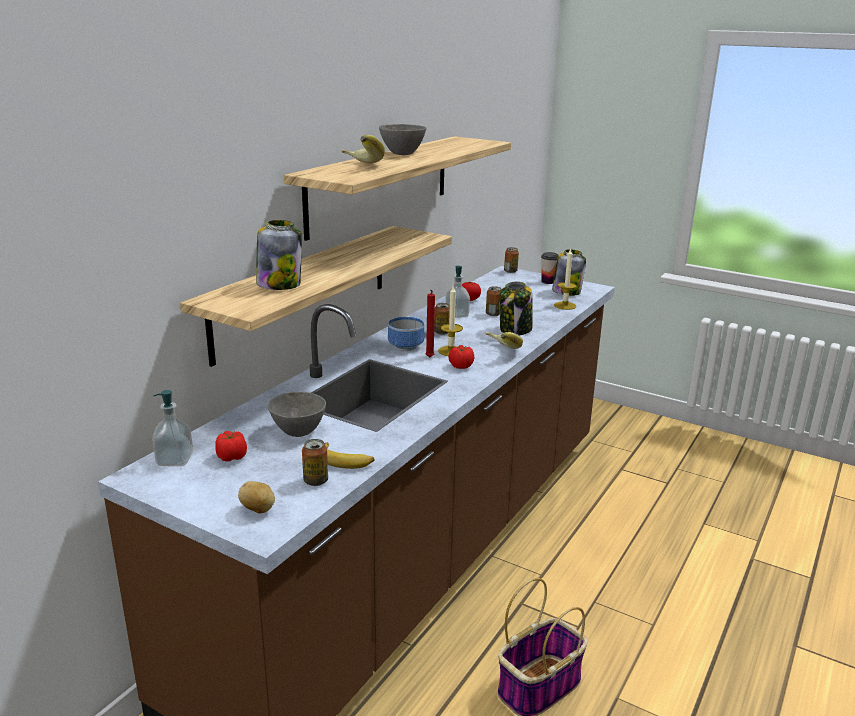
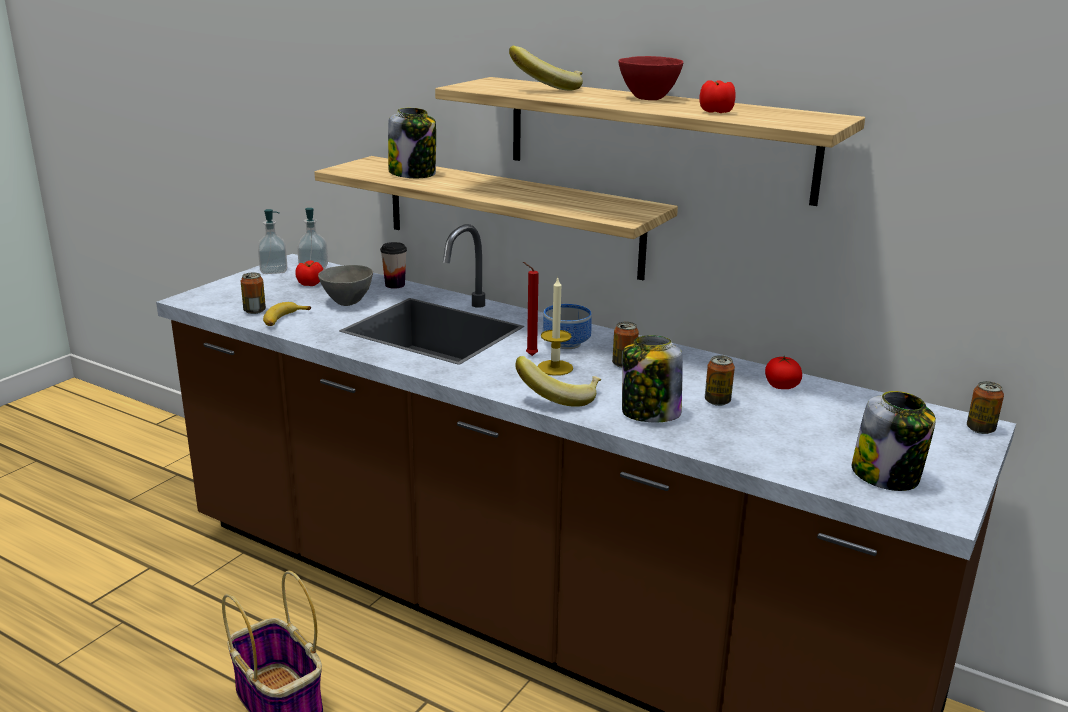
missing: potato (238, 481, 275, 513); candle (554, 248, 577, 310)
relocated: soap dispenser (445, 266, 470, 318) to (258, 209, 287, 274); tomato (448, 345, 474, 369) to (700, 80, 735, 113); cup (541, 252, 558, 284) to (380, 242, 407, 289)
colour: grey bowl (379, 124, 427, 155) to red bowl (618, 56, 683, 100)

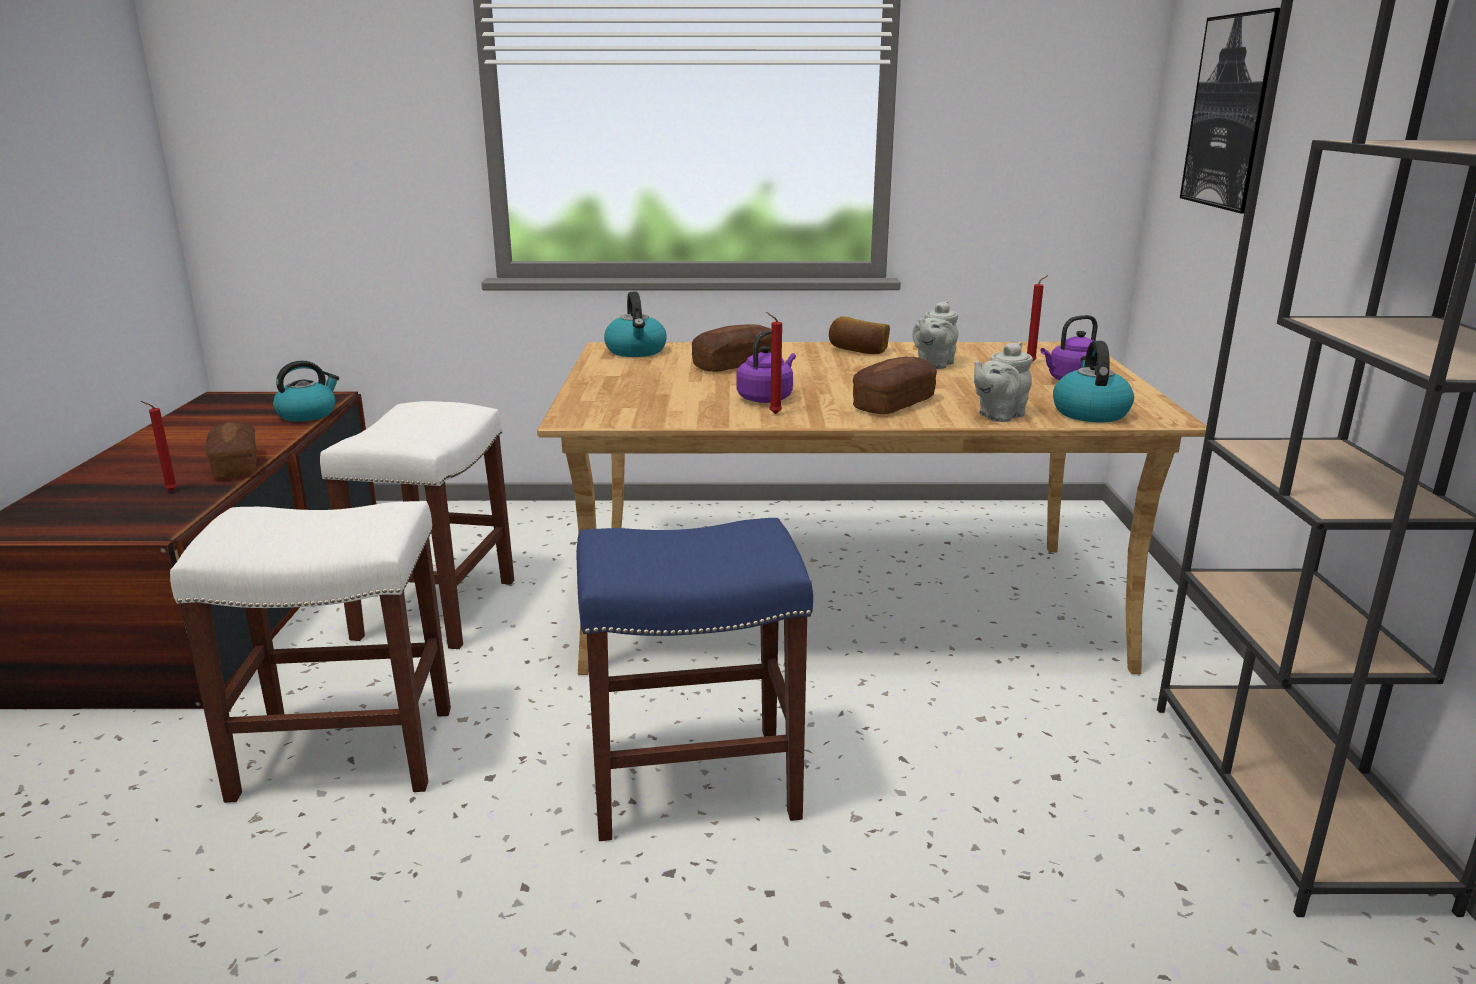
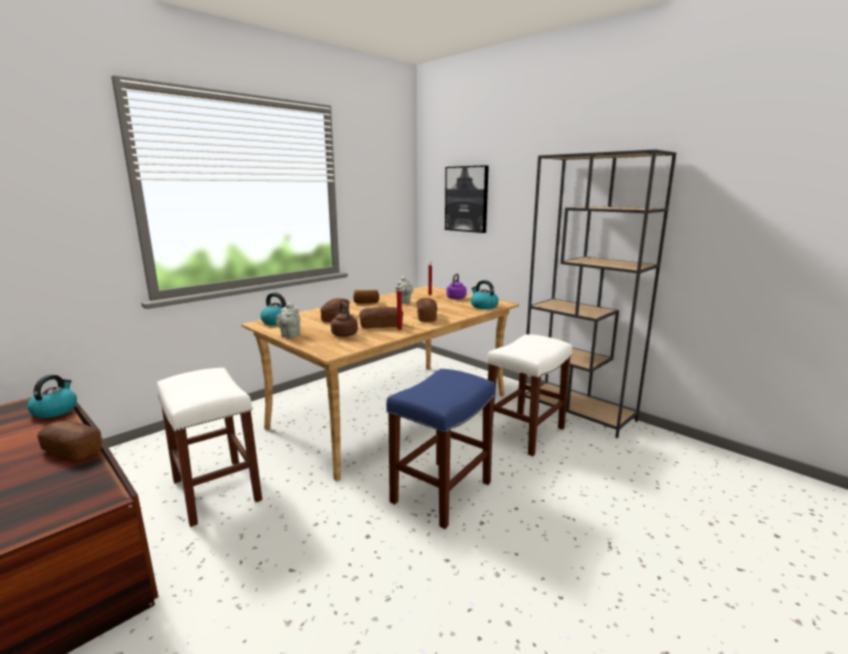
missing: red candle (141, 401, 178, 491)
appeared: brown kettle (331, 302, 358, 337)
relocated: white stool (170, 501, 451, 803) to (487, 334, 572, 456); grey teapot (974, 342, 1033, 422) to (276, 302, 300, 338)
exchanged: purple kettle (736, 330, 796, 403) to bread (359, 307, 403, 328)

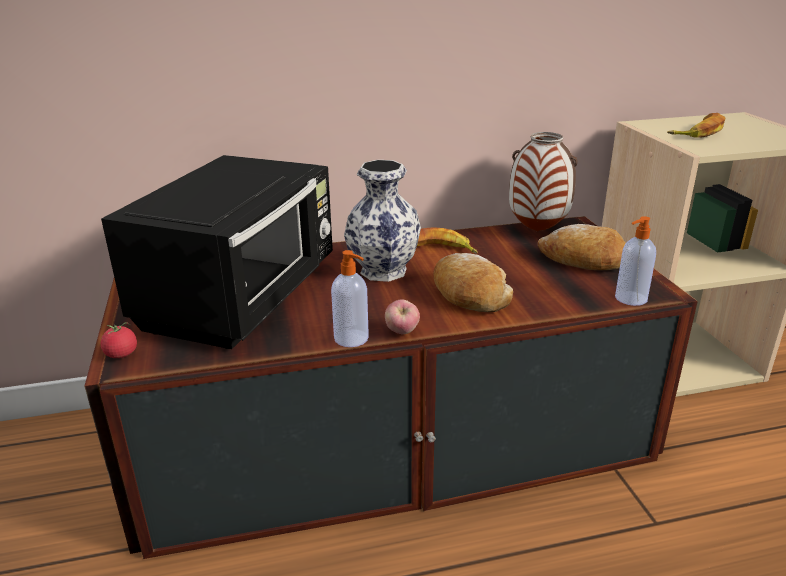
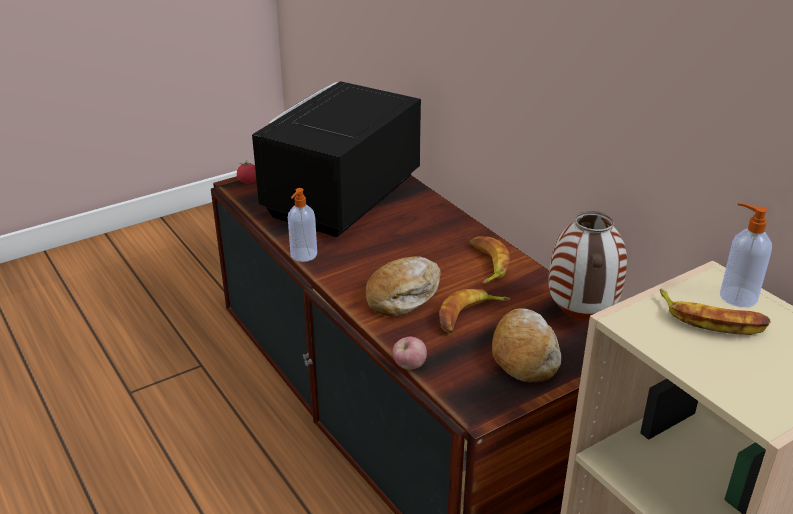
missing: vase (344, 160, 421, 282)
appeared: banana (439, 289, 510, 333)
relocated: apple (385, 299, 420, 334) to (392, 337, 427, 369); soap dispenser (615, 216, 656, 306) to (720, 203, 772, 307)
spun: black microwave (101, 155, 333, 349) = (252, 81, 421, 237) 120 degrees clockwise

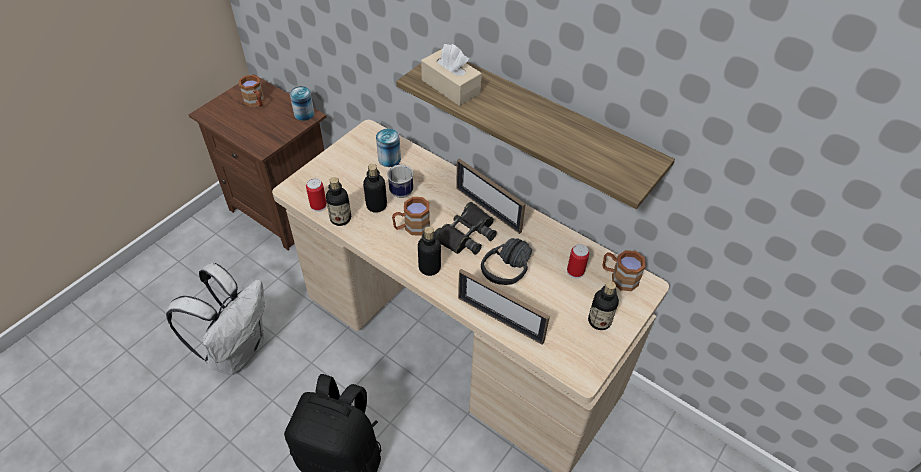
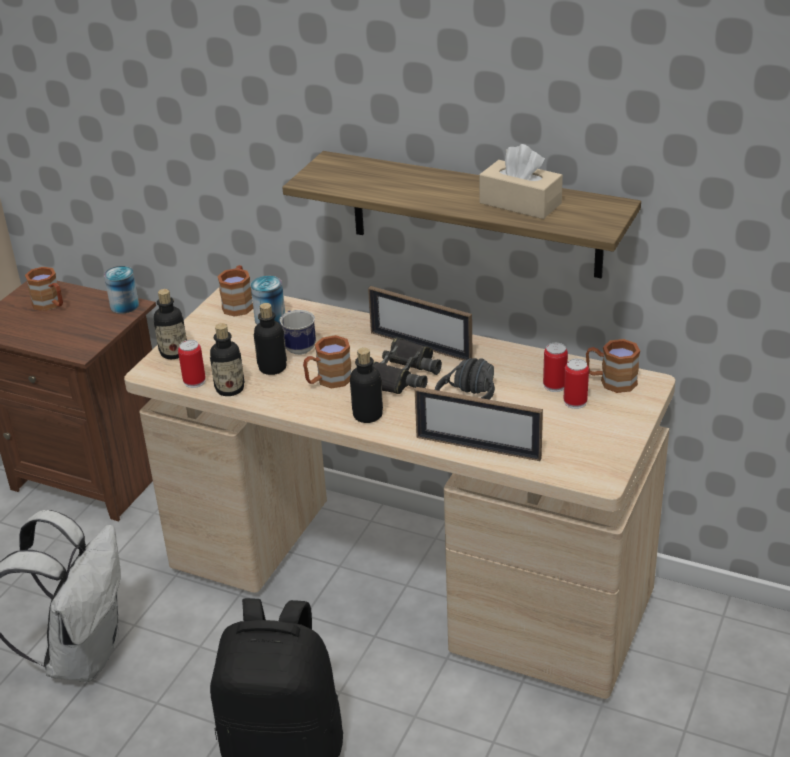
appeared: brown mug (217, 265, 253, 317); can (564, 358, 589, 409)
relocated: beige tissue box (421, 44, 482, 106) to (479, 144, 563, 219); bottle (588, 281, 619, 330) to (154, 289, 187, 359)

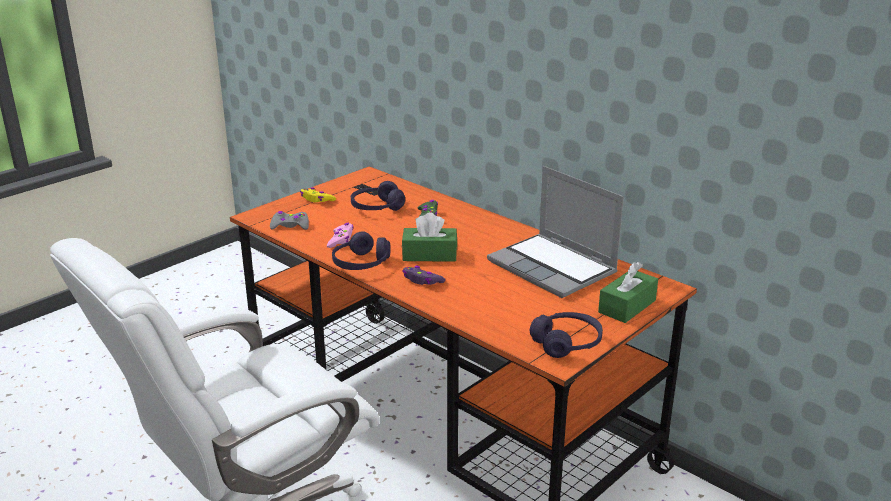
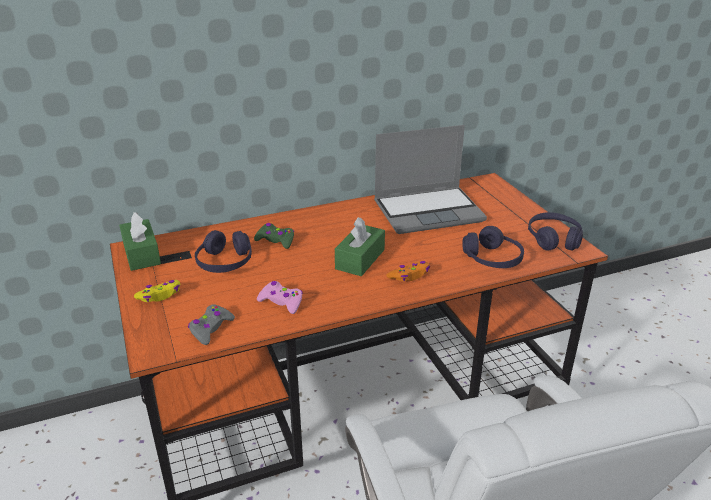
relocated: purple headphones (332, 231, 391, 270) to (462, 226, 524, 268); green tissue box (598, 262, 658, 323) to (119, 212, 161, 271)
colour: purple game controller (402, 266, 446, 285) to orange game controller (386, 261, 430, 281)

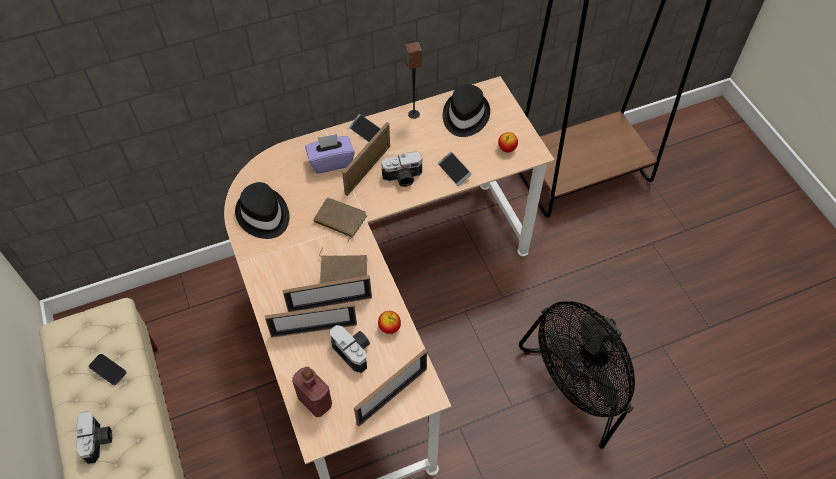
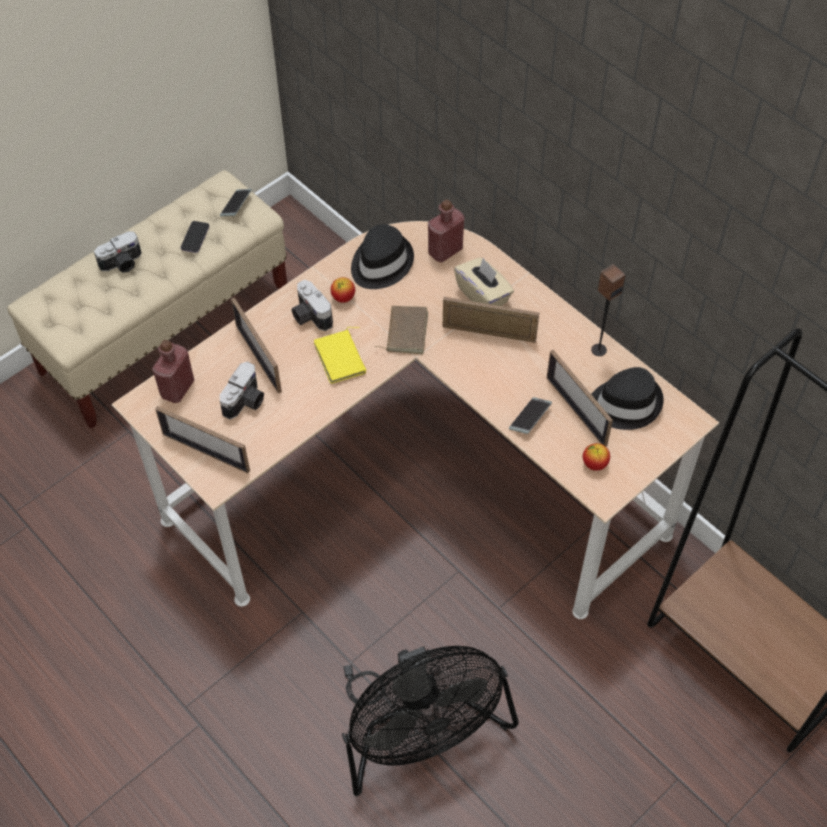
appeared: red bottle (428, 200, 464, 262)
relocated: picture frame (283, 275, 372, 312) to (547, 350, 613, 447); phone (349, 114, 381, 142) to (220, 189, 252, 216); apple (378, 311, 401, 334) to (331, 277, 355, 303); photo camera (381, 151, 422, 187) to (291, 279, 333, 331)
colour: purple tissue box (305, 134, 355, 174) to beige tissue box (454, 257, 514, 306); brown book (319, 247, 367, 284) to yellow book (314, 327, 366, 384)
spun: black fan (519, 301, 635, 449) = (342, 646, 519, 796) 150 degrees counterclockwise

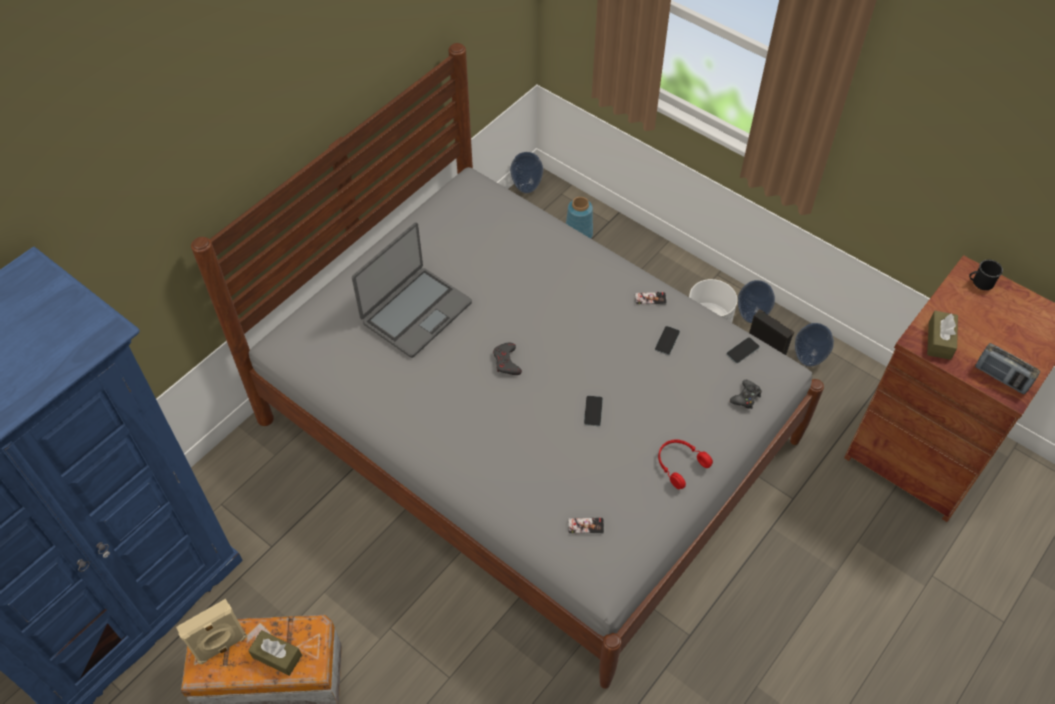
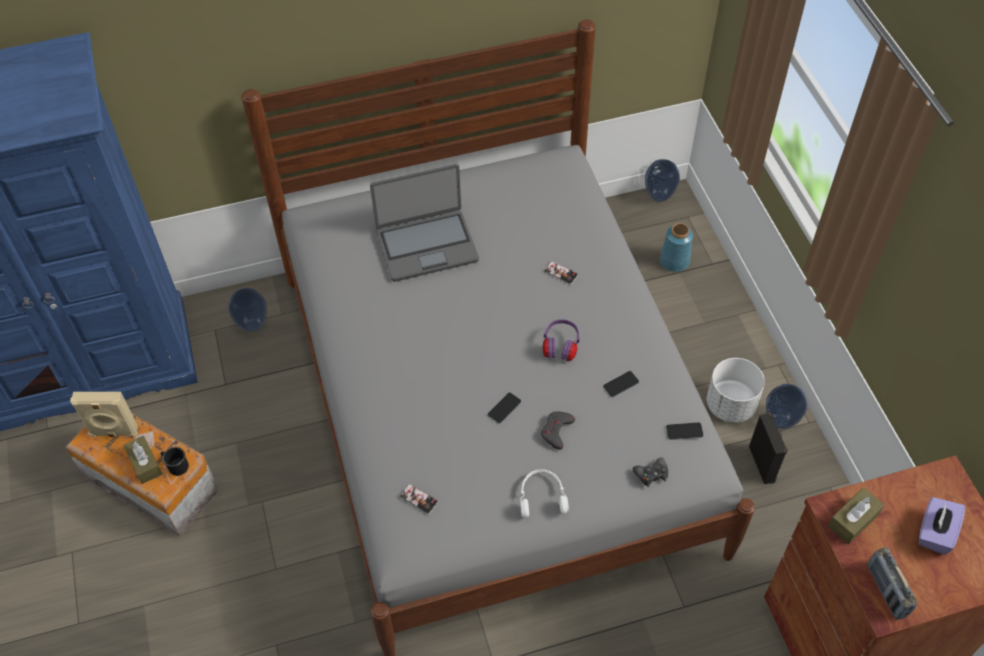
appeared: purple headphones (543, 319, 580, 361); purple tissue box (919, 497, 965, 555)
relocated: grey game controller (493, 343, 522, 375) to (541, 412, 575, 450); phone (634, 292, 667, 305) to (544, 261, 578, 285); vase (795, 323, 834, 367) to (228, 288, 267, 332); black mug (969, 259, 1003, 290) to (160, 447, 189, 476)
colour: red headphones (658, 440, 713, 489) to white headphones (520, 469, 569, 518)

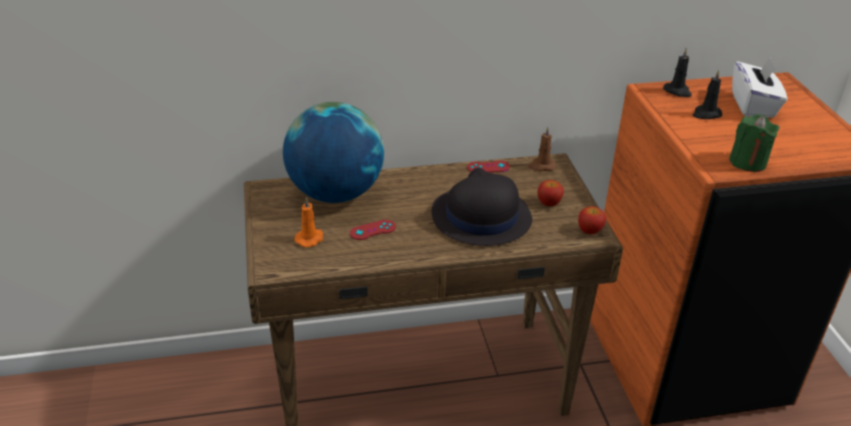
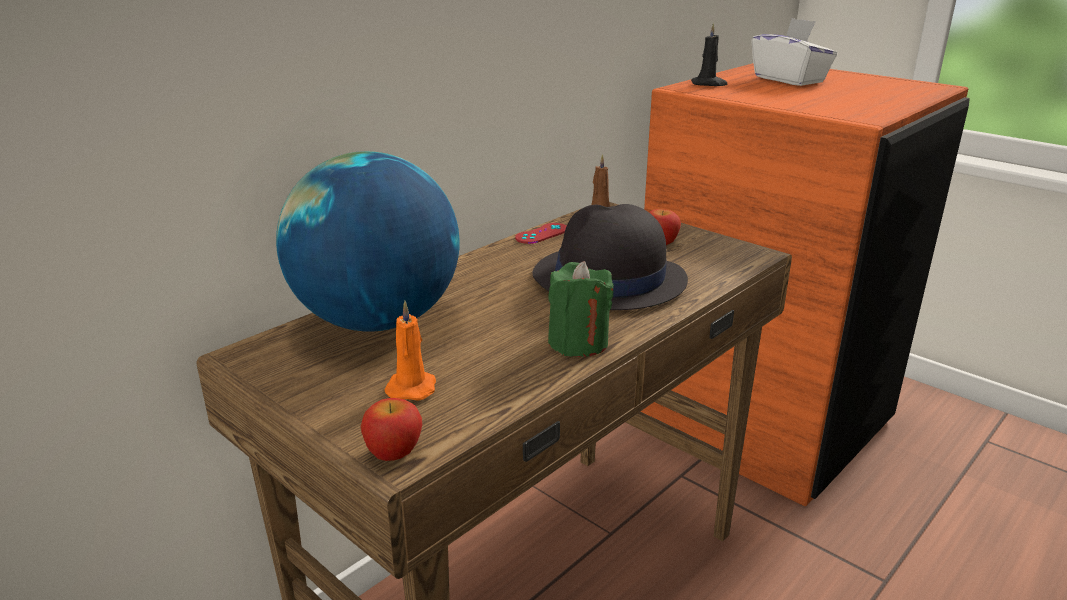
missing: red game controller (350, 220, 396, 240); black candle (693, 70, 722, 119)
relocated: apple (578, 206, 606, 234) to (361, 398, 422, 461); green candle (729, 114, 780, 172) to (548, 261, 614, 357)

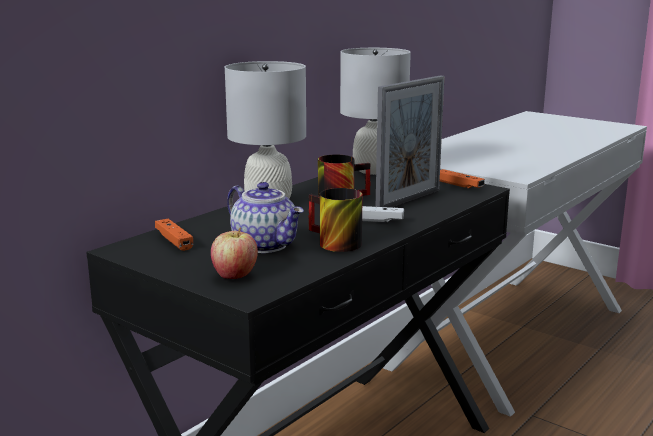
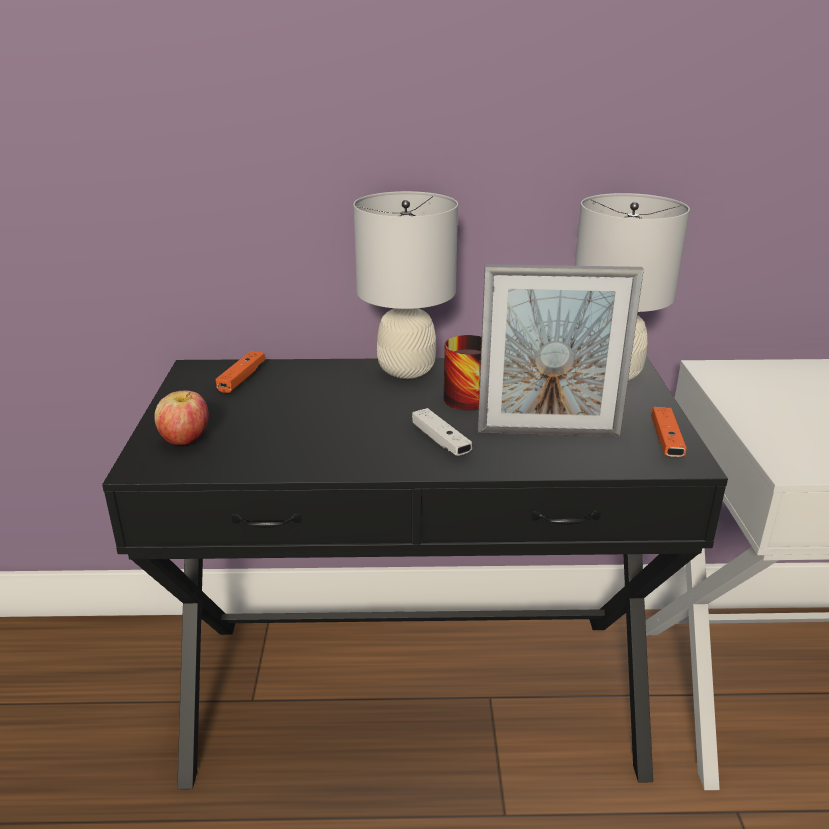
missing: teapot (227, 182, 304, 253); mug (309, 188, 363, 252)

